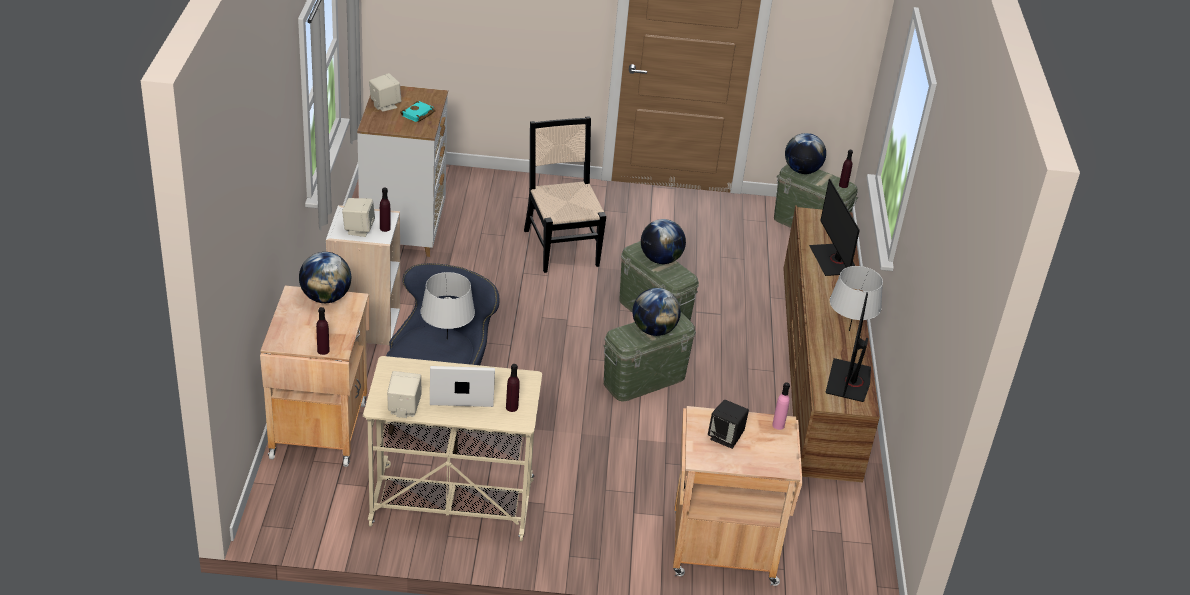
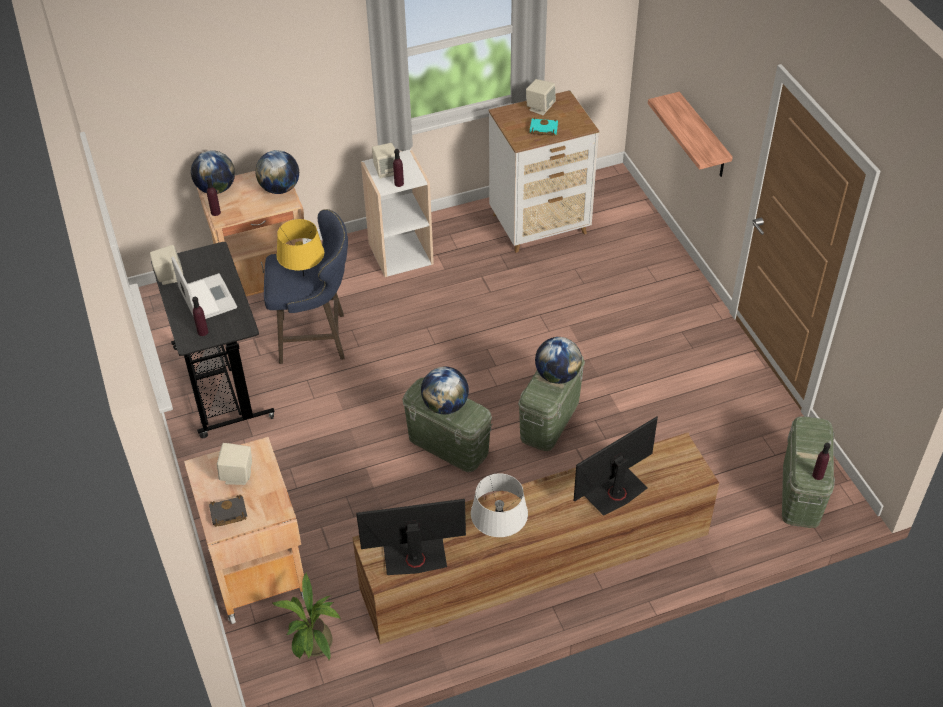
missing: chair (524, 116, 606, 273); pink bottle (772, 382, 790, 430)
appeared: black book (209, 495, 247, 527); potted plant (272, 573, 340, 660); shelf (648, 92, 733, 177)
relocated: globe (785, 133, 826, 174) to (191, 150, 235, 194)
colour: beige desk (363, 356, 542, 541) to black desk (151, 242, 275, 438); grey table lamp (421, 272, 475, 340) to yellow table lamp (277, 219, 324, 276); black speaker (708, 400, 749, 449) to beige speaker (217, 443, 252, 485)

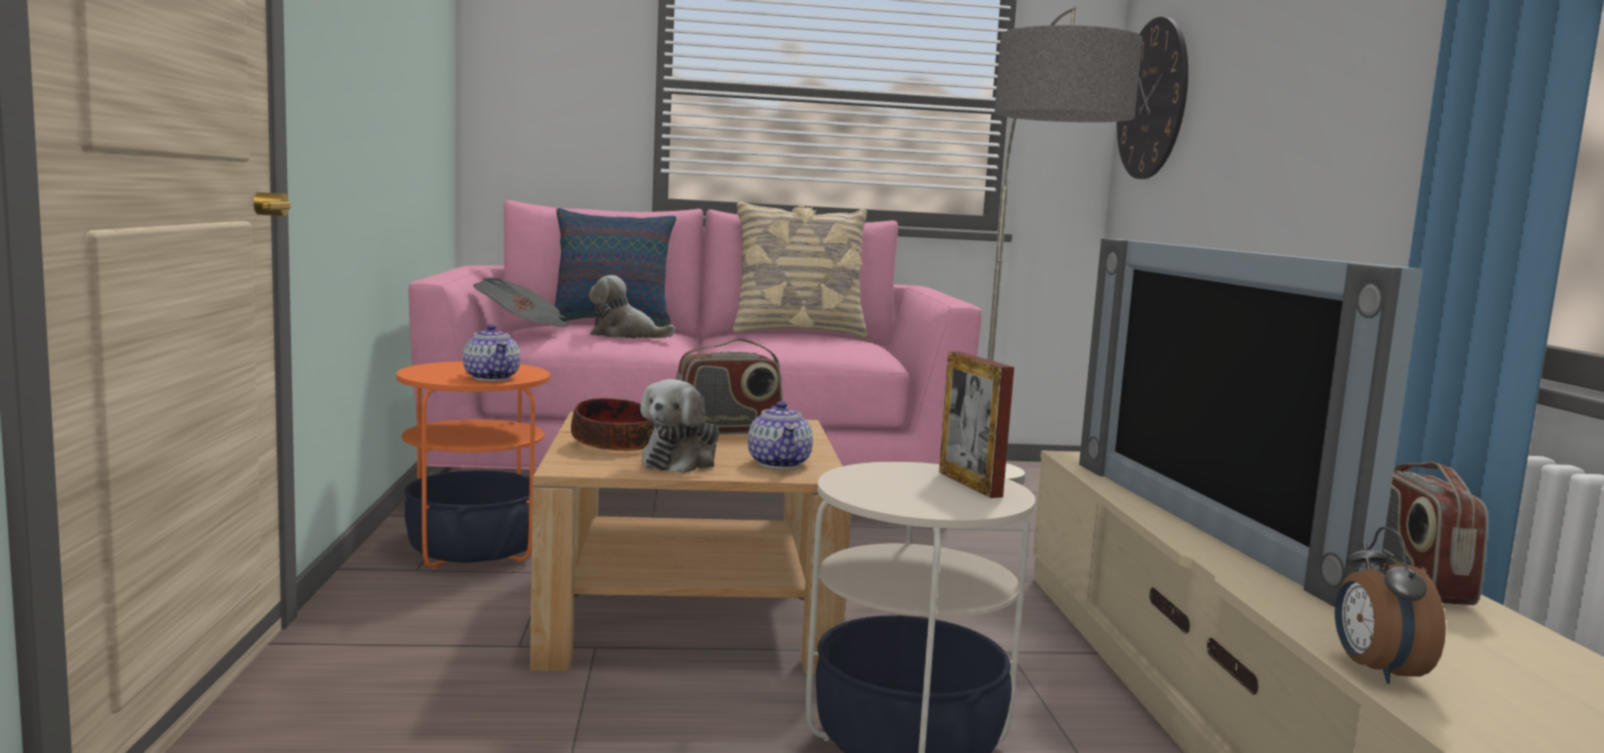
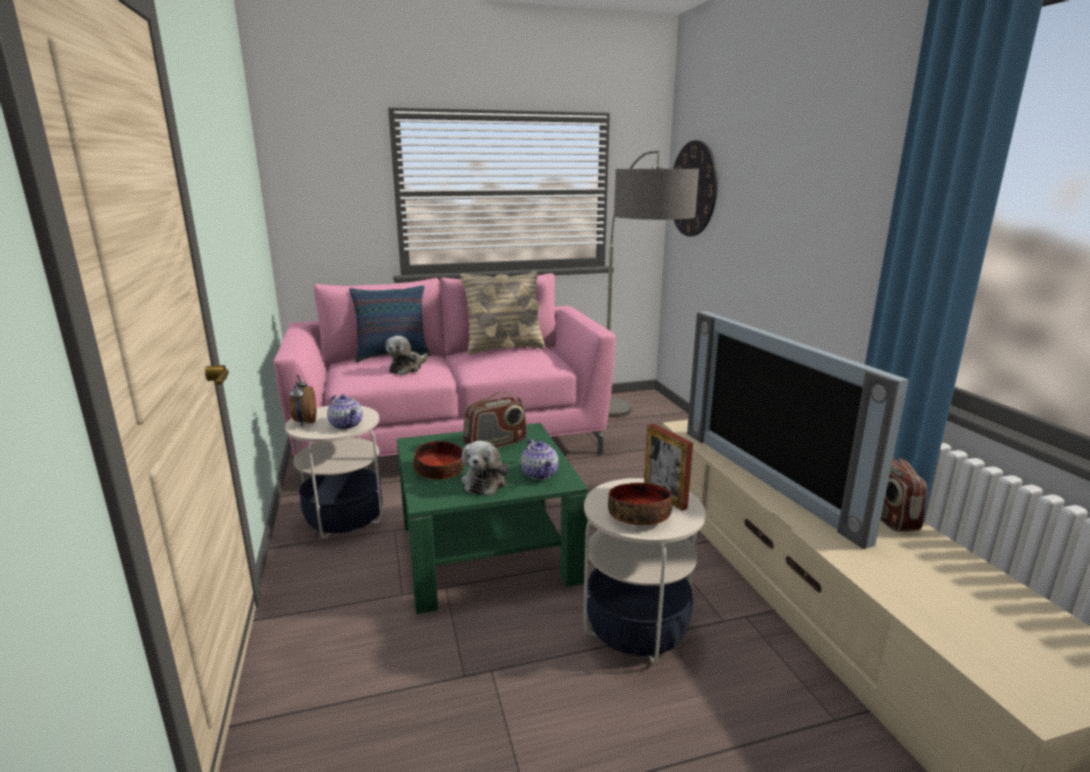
missing: newspaper (473, 277, 569, 327)
appeared: bowl (608, 483, 672, 525)
relocated: alarm clock (1335, 527, 1446, 684) to (289, 375, 316, 427)
colour: orange side table (396, 361, 550, 569) to beige side table (285, 406, 382, 538); brown coffee table (530, 412, 851, 674) to green coffee table (397, 423, 588, 614)
spun: plush toy (589, 275, 675, 338) = (386, 336, 428, 375) 60 degrees counterclockwise

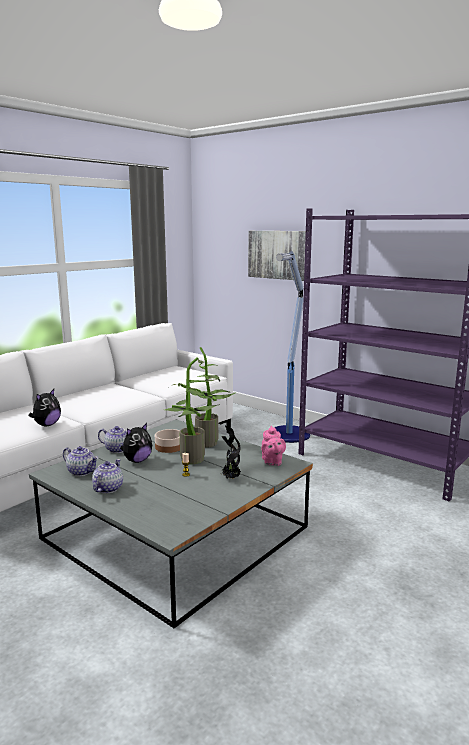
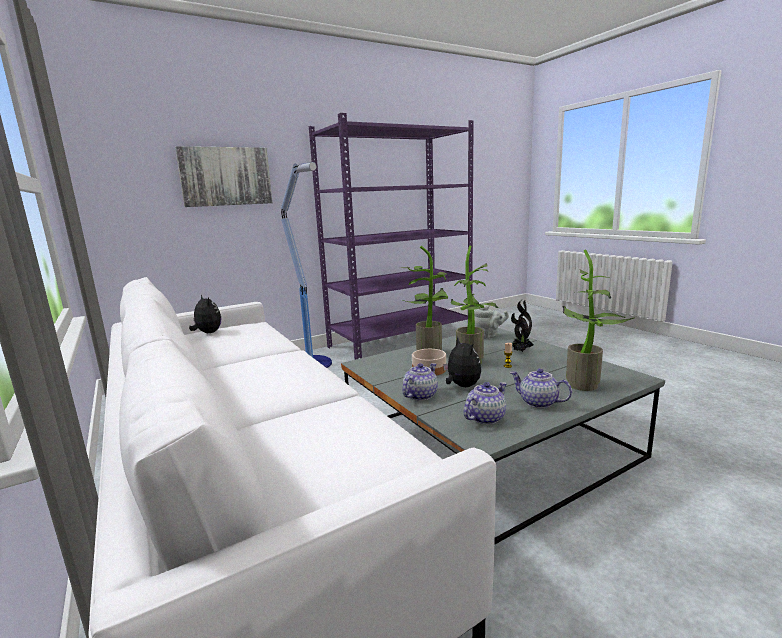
appeared: potted plant (562, 249, 635, 391)
relocated: plush toy (29, 389, 61, 426) to (189, 295, 221, 333)
colour: pink teapot (261, 426, 286, 466) to grey teapot (474, 305, 509, 338)

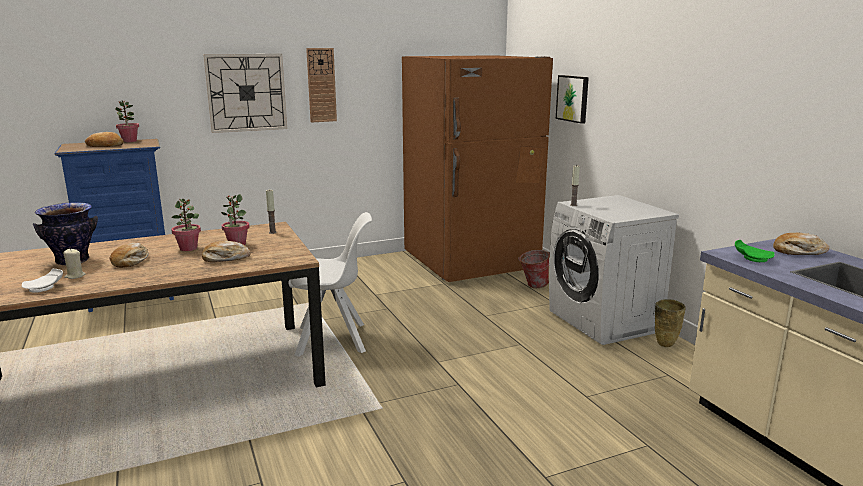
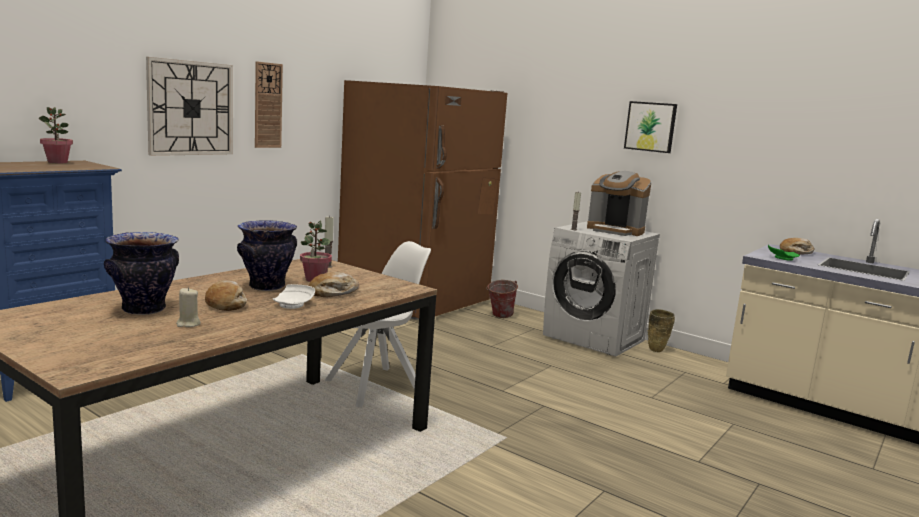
missing: bread (85, 132, 124, 147)
appeared: coffee machine (587, 171, 651, 236)
relocated: white plate (22, 269, 63, 293) to (273, 284, 315, 309); picture (556, 75, 589, 124) to (624, 101, 677, 153)
exchanged: potted plant (171, 199, 201, 251) to vase (237, 221, 297, 291)

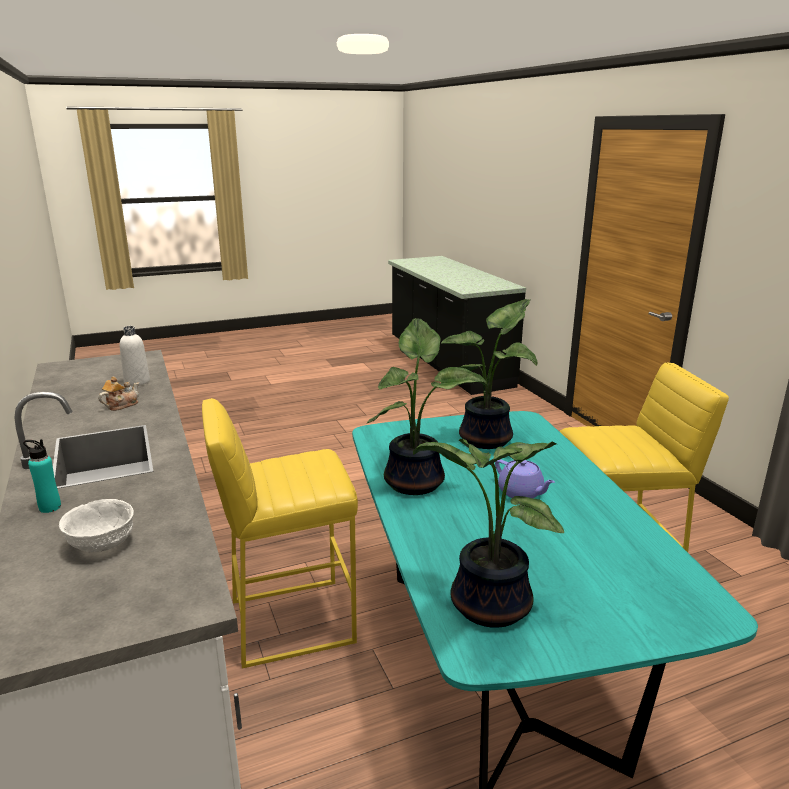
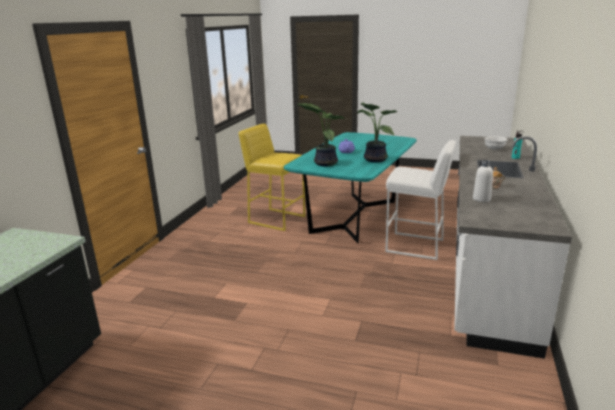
missing: potted plant (413, 439, 564, 628)
colour: yellow stool (202, 398, 358, 668) to white stool (385, 140, 456, 260)

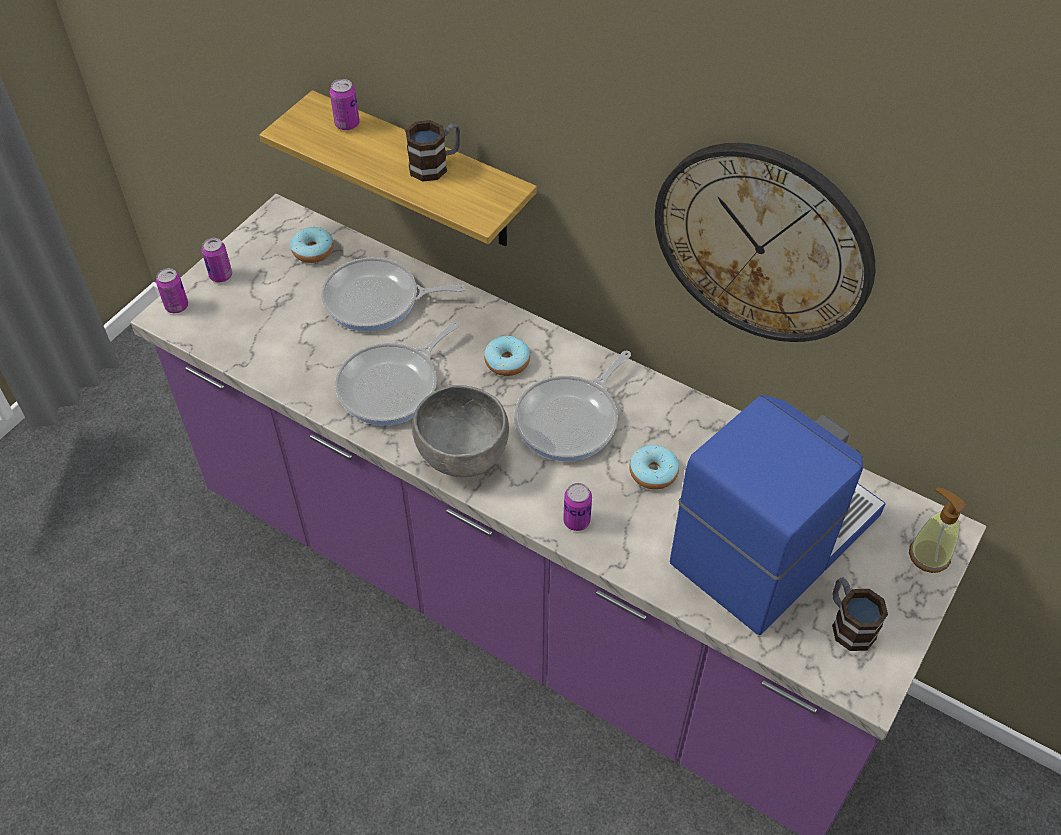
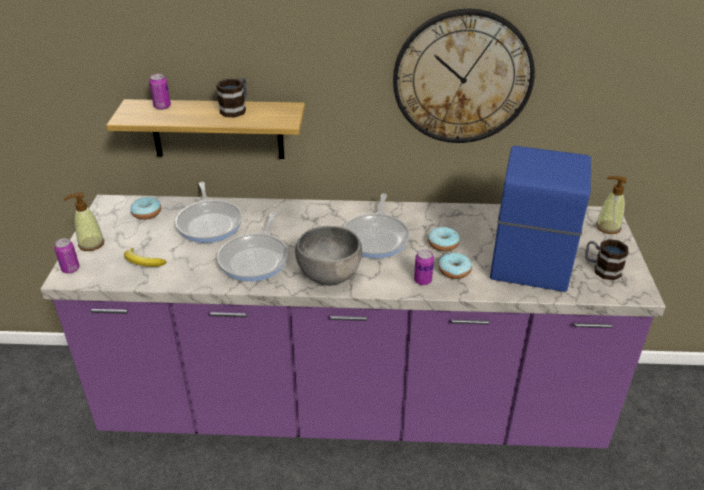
appeared: banana (124, 248, 166, 267)
relocated: donut (484, 336, 530, 376) to (438, 253, 472, 279)
exchanged: can (201, 238, 232, 282) to soap dispenser (64, 192, 104, 251)
spun: frying pan (321, 257, 466, 332) = (175, 182, 242, 243) 75 degrees counterclockwise

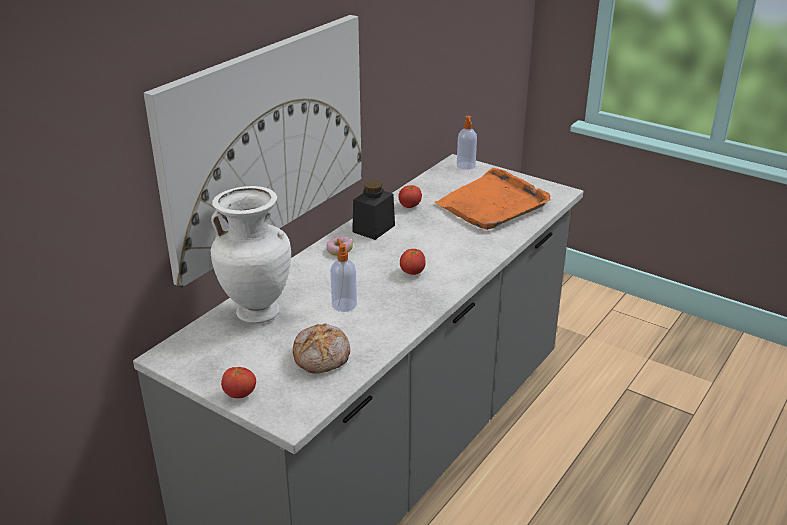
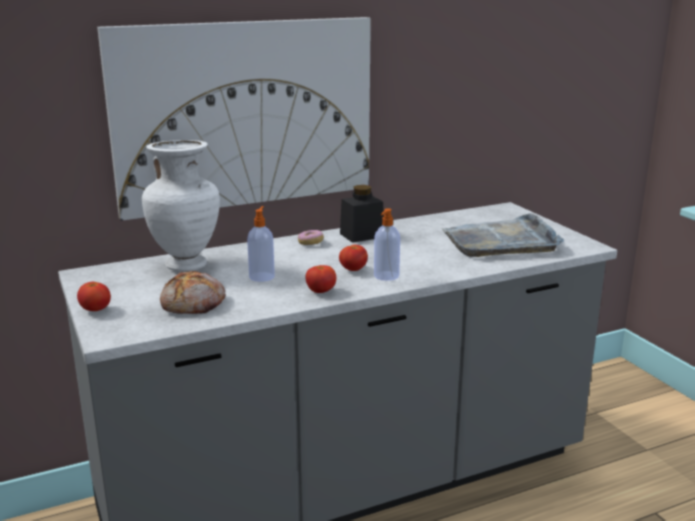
relocated: tomato (398, 185, 422, 208) to (305, 265, 336, 293); soap dispenser (457, 116, 477, 170) to (374, 208, 400, 281)
colour: orange tray (434, 168, 551, 230) to grey tray (441, 213, 564, 257)

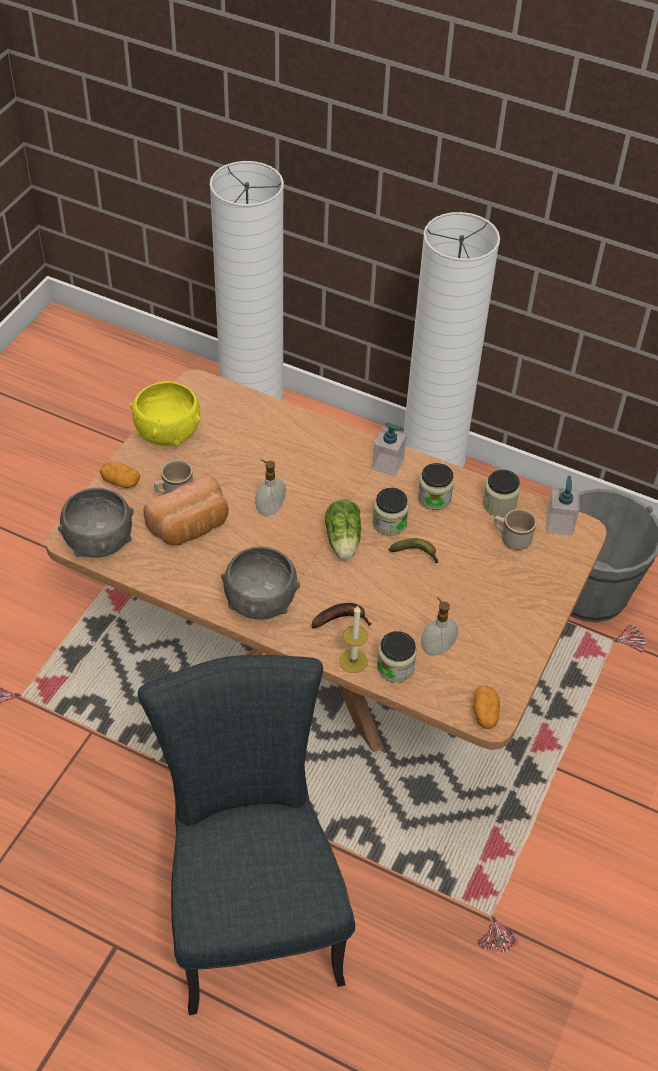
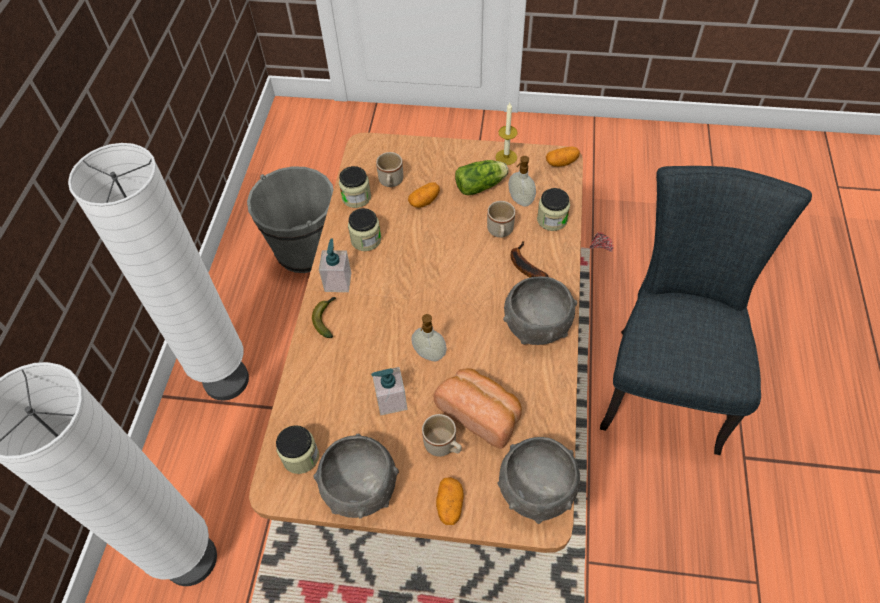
appeared: potato (408, 183, 440, 208); beige mug (487, 201, 515, 238)
relocated: lettuce (325, 500, 361, 560) to (455, 160, 509, 195); candle (339, 605, 368, 673) to (495, 103, 518, 165); jar (372, 488, 409, 536) to (276, 425, 319, 474); banana (389, 538, 438, 563) to (312, 297, 336, 338); soap dispenser (546, 476, 580, 536) to (371, 367, 407, 415)
colour: yellow bowl (130, 381, 201, 447) to grey bowl (314, 434, 399, 519)
spun: grey chair (138, 655, 355, 1015) = (600, 166, 812, 455) 135 degrees clockwise

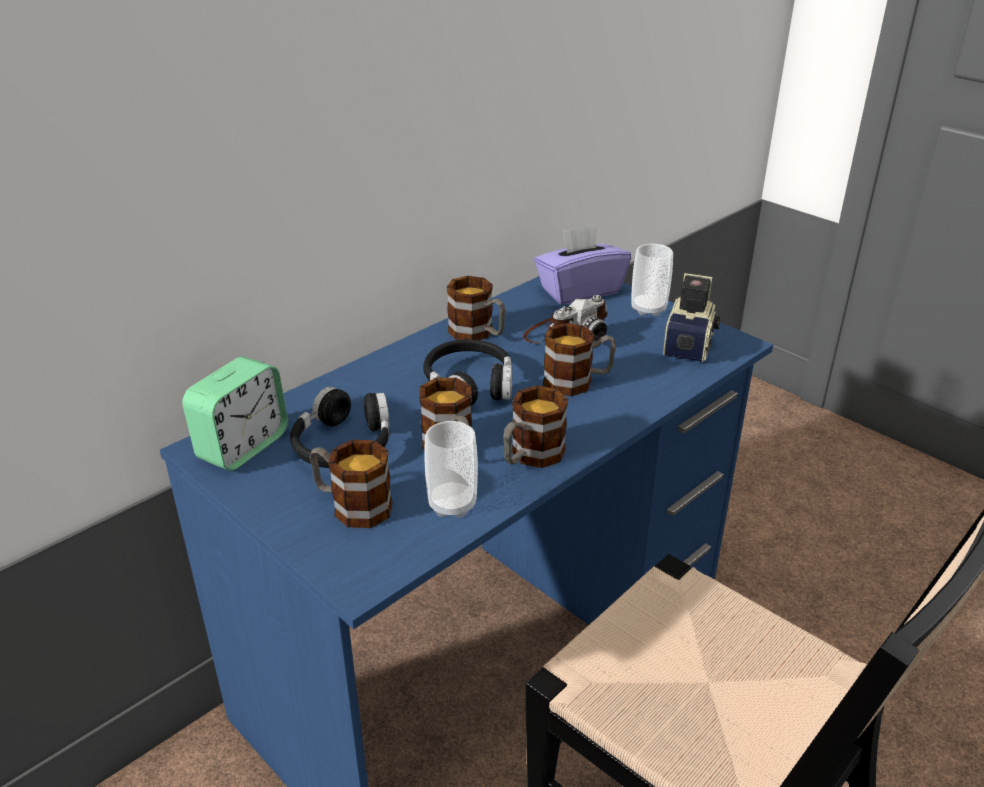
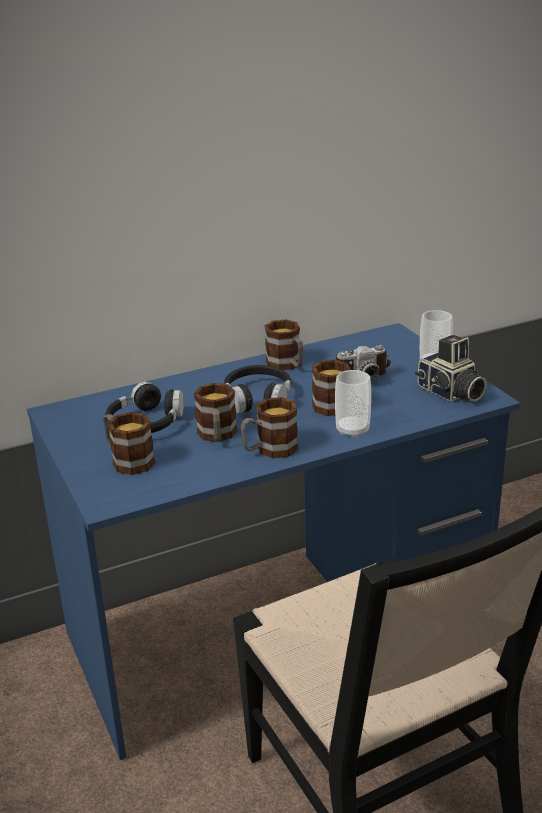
missing: alarm clock (182, 357, 288, 471); purple tissue box (534, 225, 631, 304)
relocated: cup (424, 421, 478, 518) to (335, 370, 371, 438)
spun: photo camera (663, 273, 720, 362) = (415, 335, 487, 402) 105 degrees clockwise

